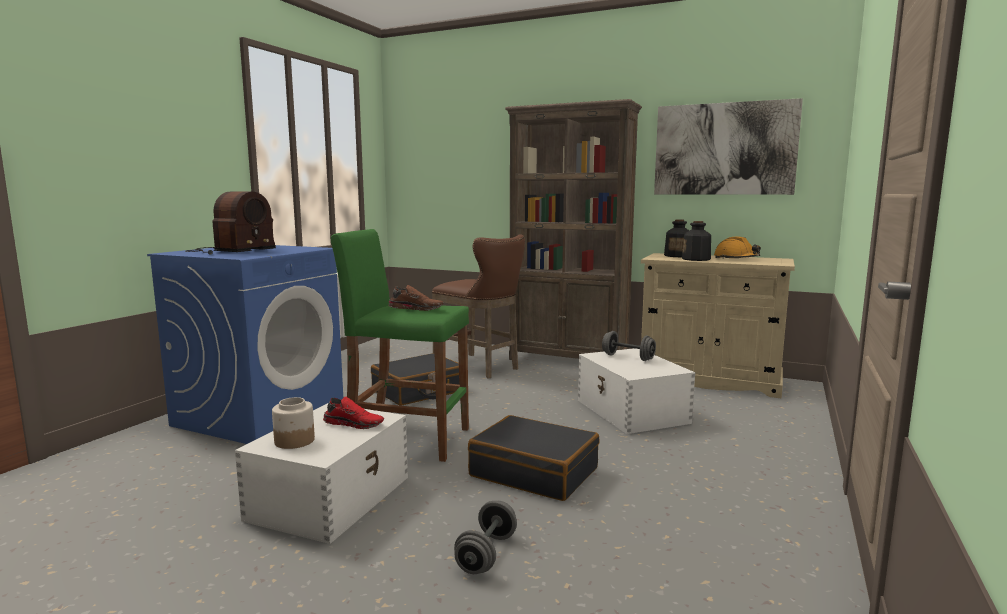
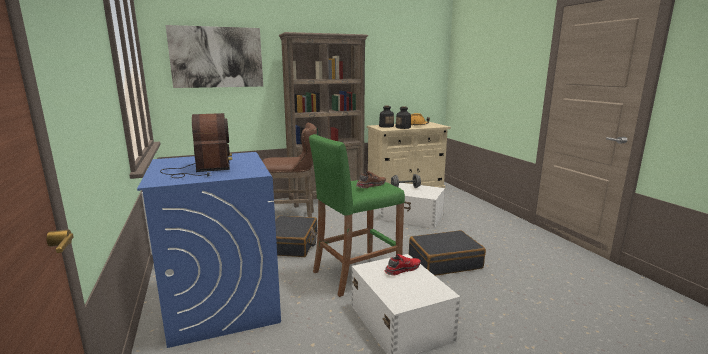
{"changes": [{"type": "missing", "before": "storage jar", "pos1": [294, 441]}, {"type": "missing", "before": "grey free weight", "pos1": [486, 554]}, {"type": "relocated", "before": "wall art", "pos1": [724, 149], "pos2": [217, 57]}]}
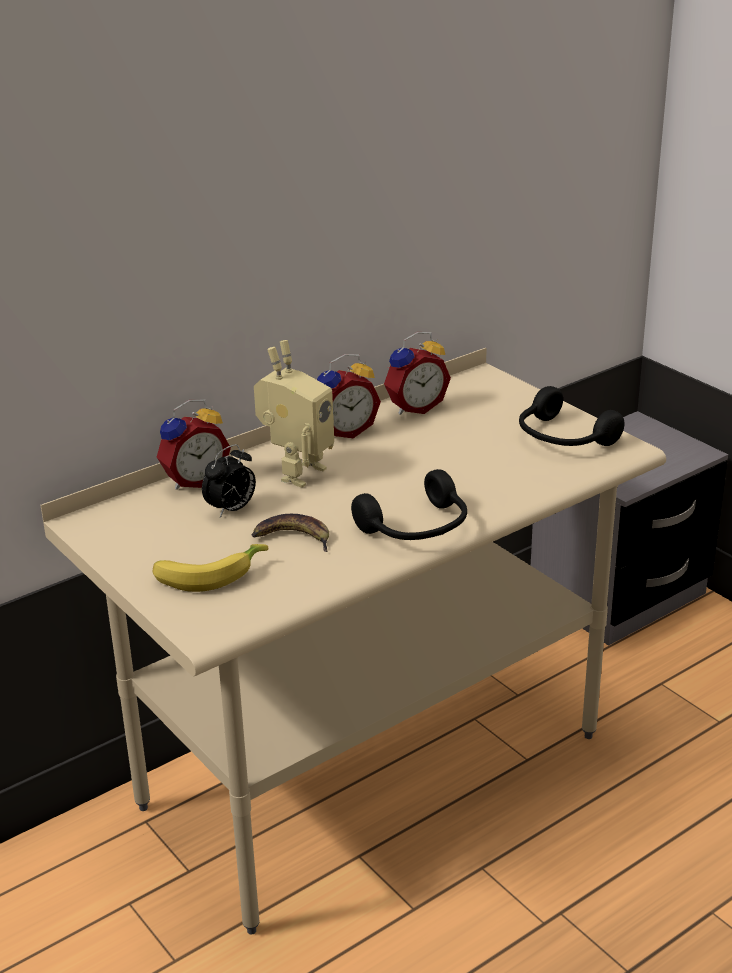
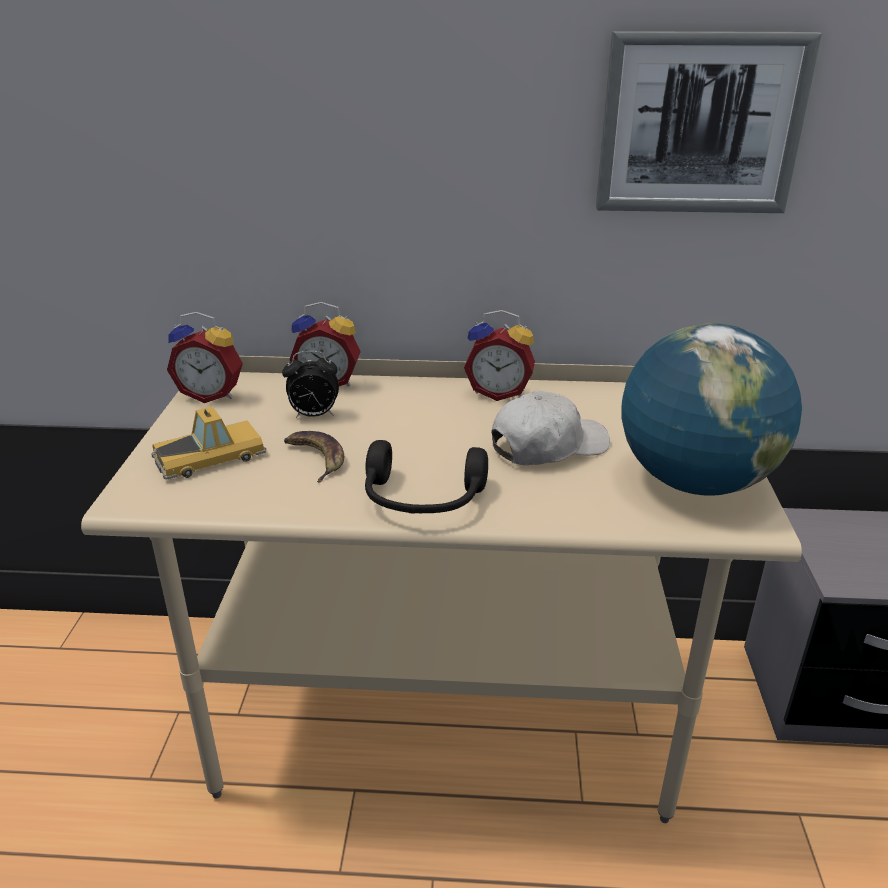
{"changes": [{"type": "missing", "before": "robot figure", "pos1": [296, 472]}, {"type": "appeared", "after": "white cap", "pos2": [548, 446]}, {"type": "appeared", "after": "wall art", "pos2": [700, 124]}, {"type": "relocated", "before": "table clock", "pos1": [414, 407], "pos2": [212, 394]}, {"type": "exchanged", "before": "whole banana", "after": "miniature car", "pos1": [208, 574], "pos2": [212, 456]}, {"type": "exchanged", "before": "black pair of headphones", "after": "desk globe", "pos1": [562, 438], "pos2": [695, 481]}]}
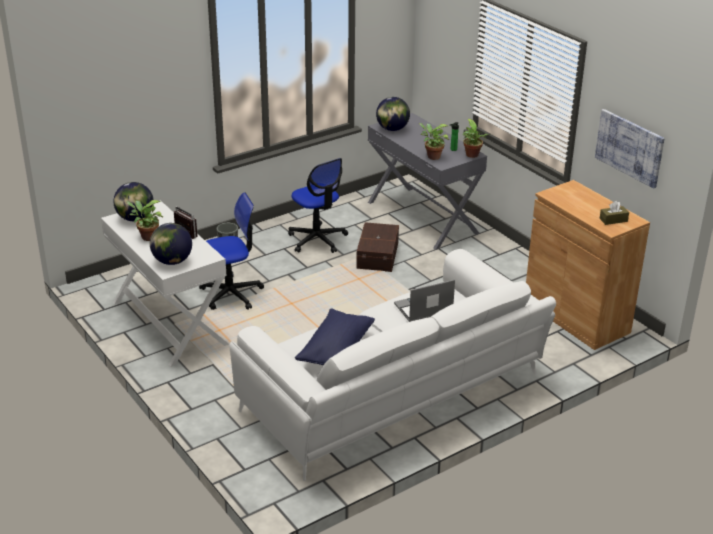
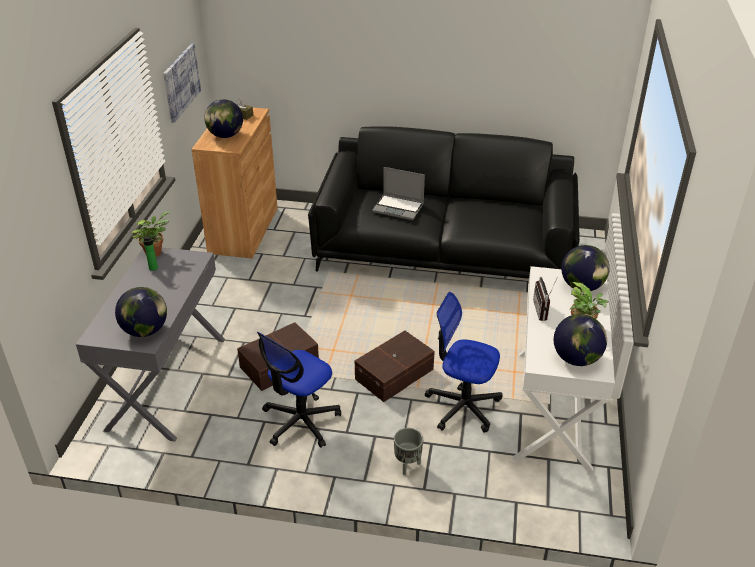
{"changes": [{"type": "missing", "before": "bluish pillow", "pos1": [335, 349]}, {"type": "missing", "before": "potted plant", "pos1": [432, 157]}, {"type": "appeared", "after": "desk globe", "pos2": [225, 135]}, {"type": "appeared", "after": "brown storage box", "pos2": [395, 374]}, {"type": "colour", "before": "white settee", "after": "black settee", "pos1": [393, 395], "pos2": [445, 251]}, {"type": "spun", "before": "computer chair", "pos1": [317, 239], "pos2": [300, 421], "turn": -150}]}
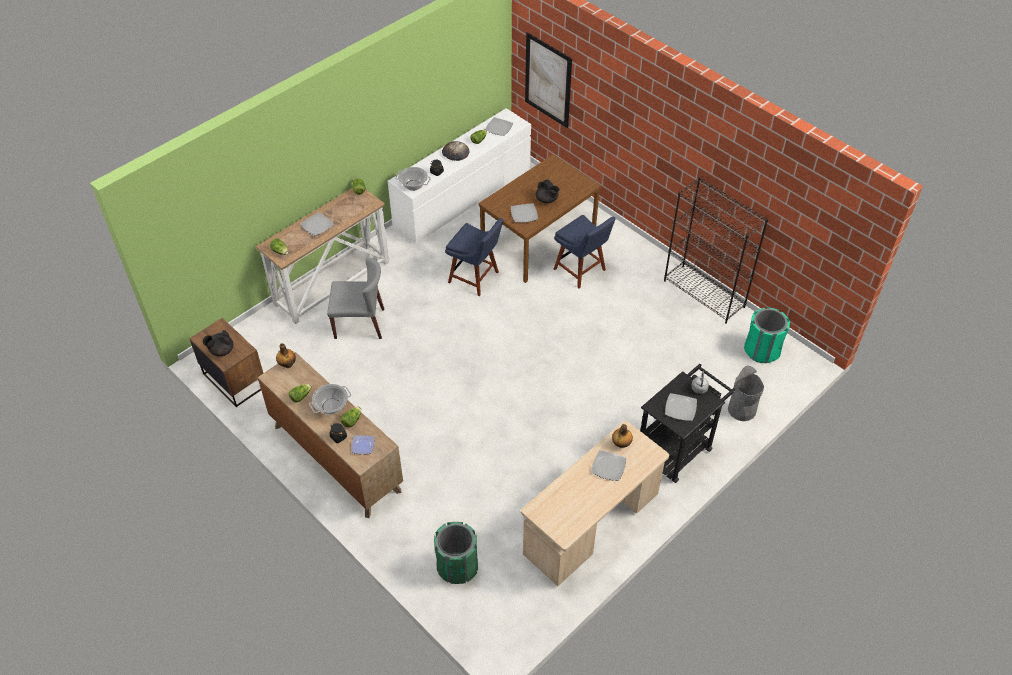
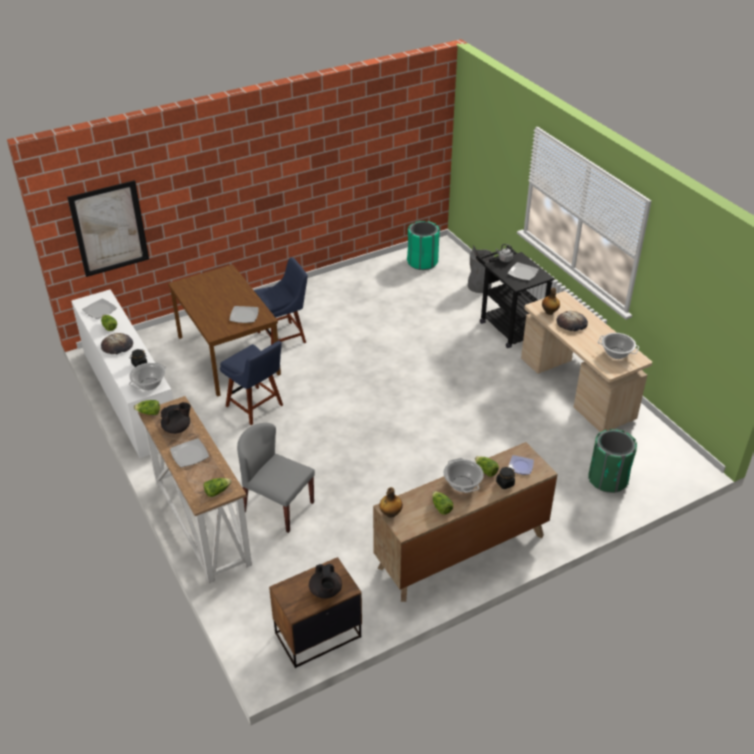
{"changes": [{"type": "missing", "before": "black shelving unit", "pos1": [704, 294]}, {"type": "appeared", "after": "cooking pot", "pos2": [616, 353]}, {"type": "relocated", "before": "black pot for tea", "pos1": [547, 200], "pos2": [177, 428]}, {"type": "exchanged", "before": "dinner plate", "after": "baked bread", "pos1": [608, 467], "pos2": [572, 323]}, {"type": "spun", "before": "grey chair", "pos1": [360, 323], "pos2": [277, 507], "turn": -75}, {"type": "spun", "before": "bluish chair", "pos1": [475, 278], "pos2": [256, 407], "turn": 90}]}
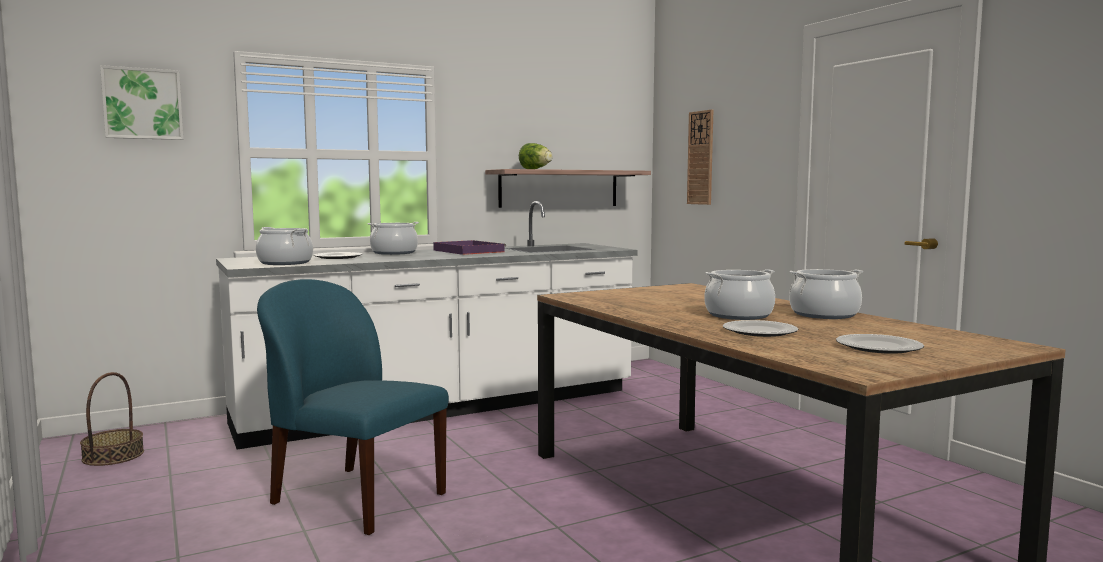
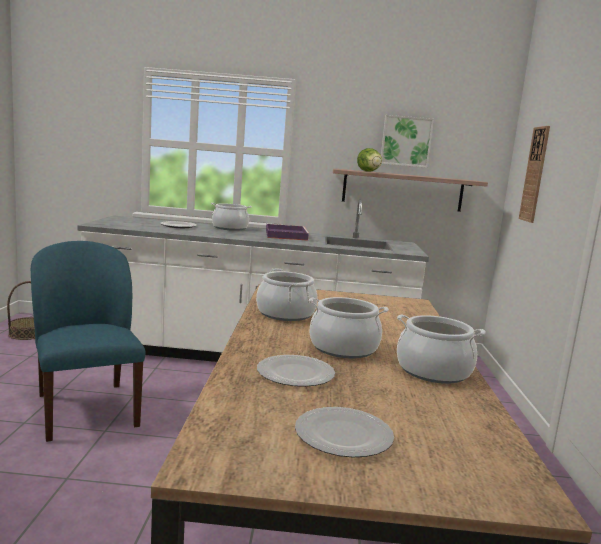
{"changes": [{"type": "relocated", "before": "wall art", "pos1": [142, 104], "pos2": [406, 141]}, {"type": "relocated", "before": "cooking pot", "pos1": [285, 263], "pos2": [285, 314]}]}
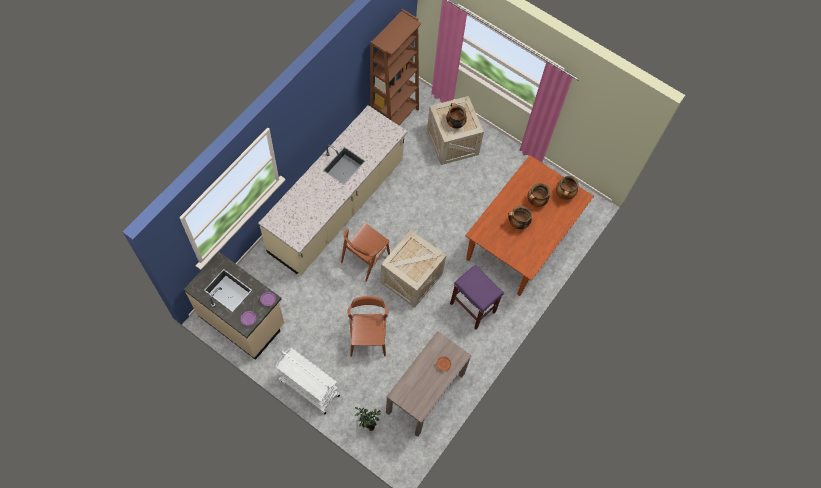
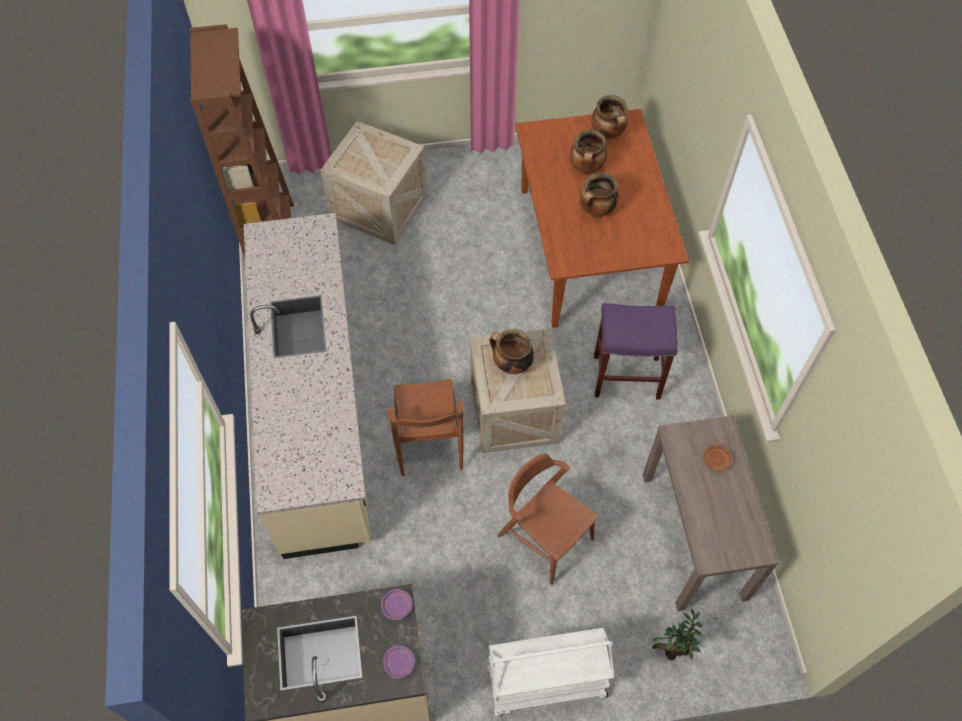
{"changes": [{"type": "relocated", "before": "cooking pot", "pos1": [455, 123], "pos2": [511, 365]}]}
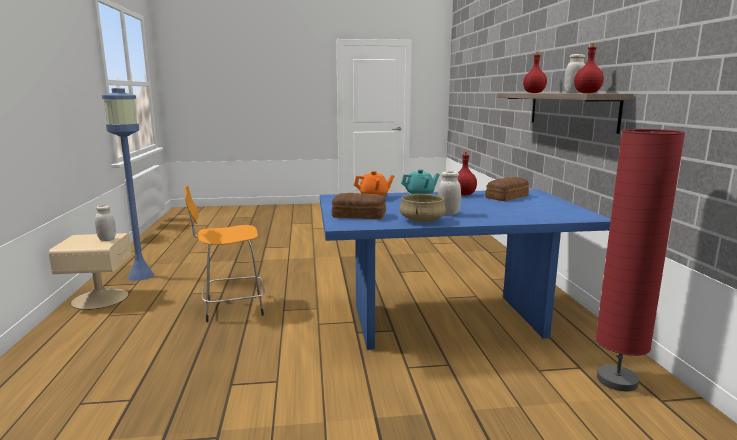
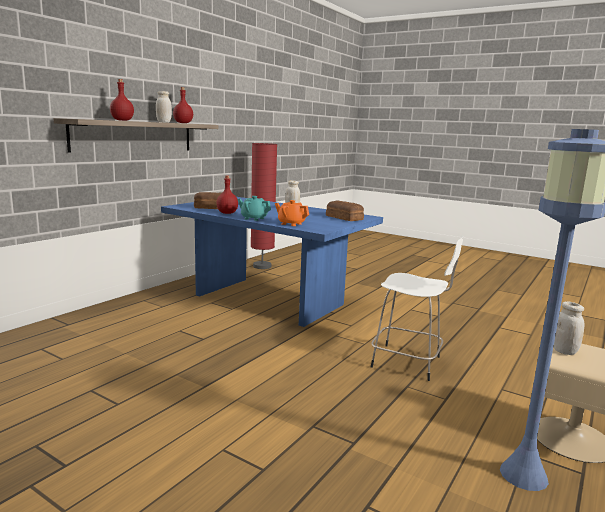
{"changes": [{"type": "missing", "before": "beige cooking pot", "pos1": [421, 220]}, {"type": "colour", "before": "orange stool", "after": "white stool", "pos1": [231, 307], "pos2": [409, 362]}]}
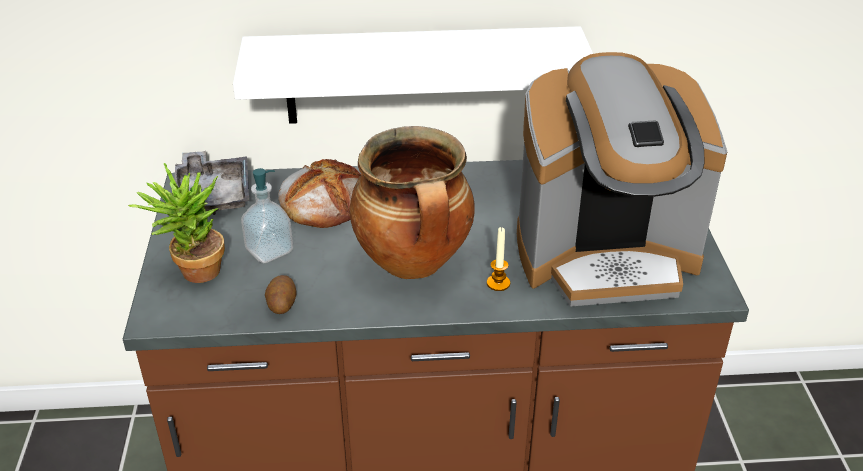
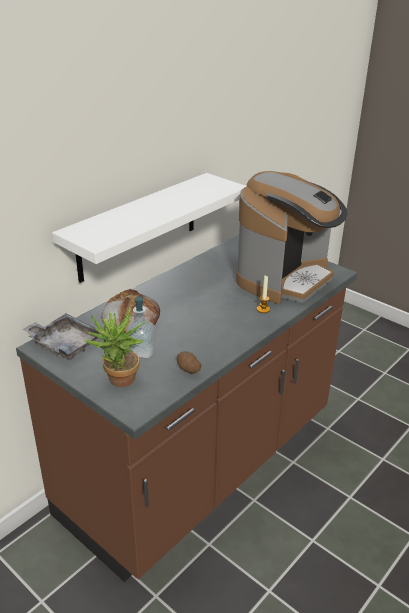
{"changes": [{"type": "missing", "before": "cooking pot", "pos1": [415, 264]}]}
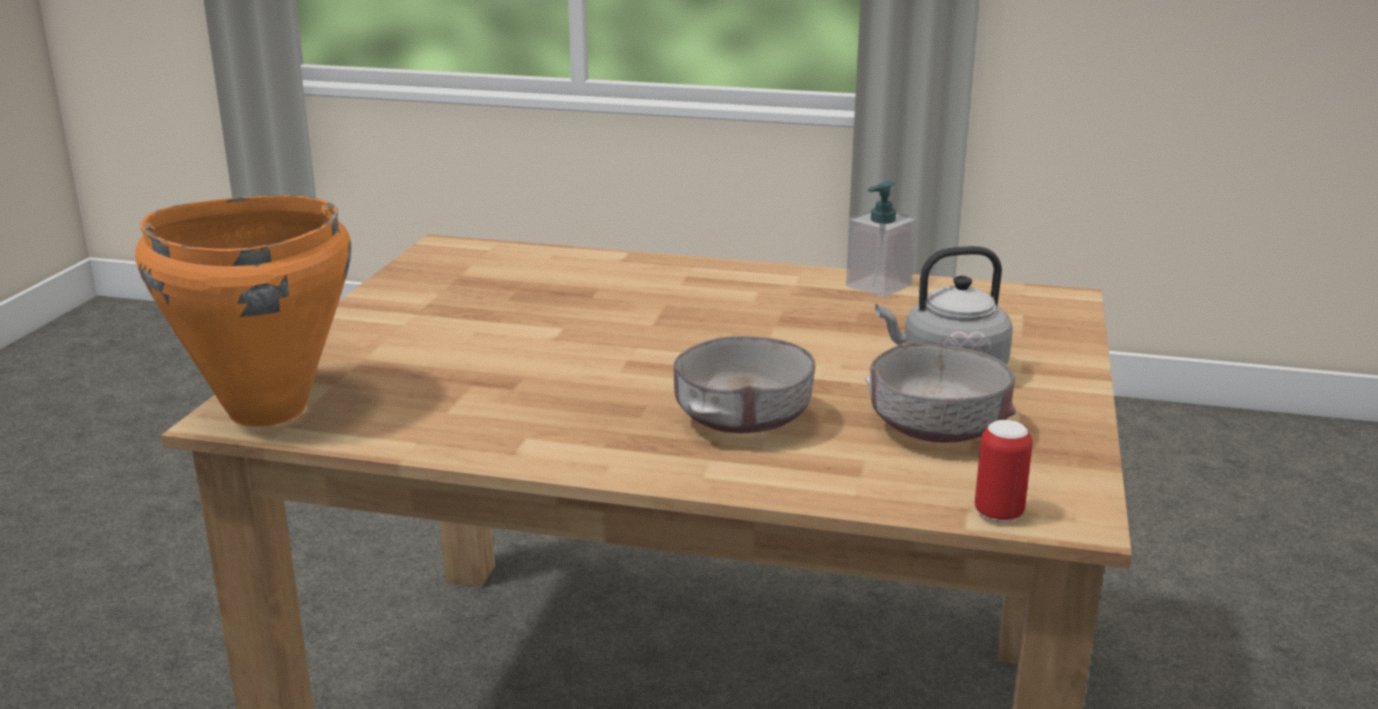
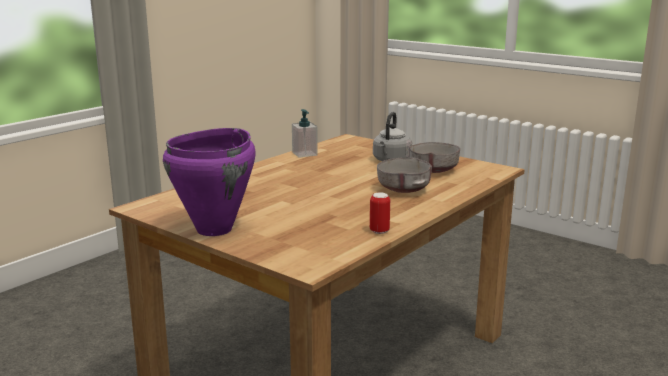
{"changes": [{"type": "missing", "before": "orange cooking pot", "pos1": [265, 409]}, {"type": "appeared", "after": "purple cooking pot", "pos2": [215, 229]}, {"type": "relocated", "before": "metal can", "pos1": [998, 513], "pos2": [379, 231]}]}
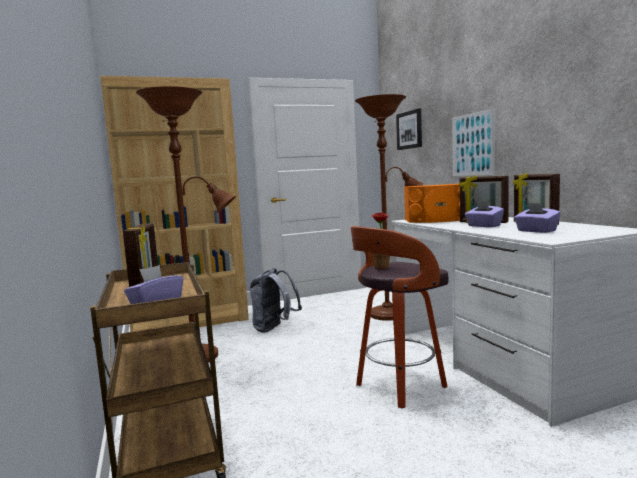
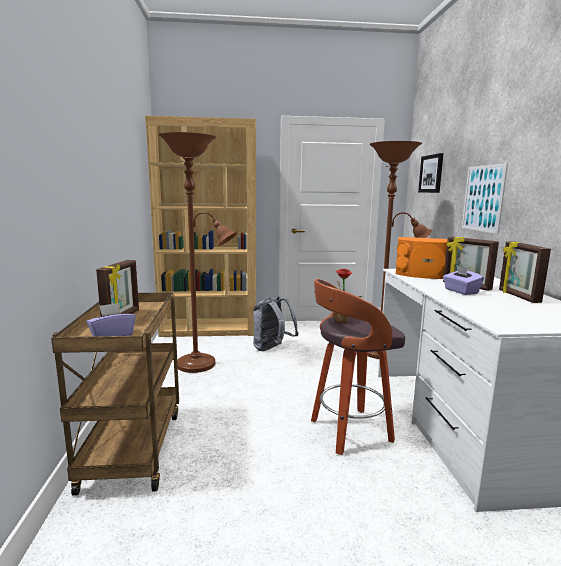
{"changes": [{"type": "missing", "before": "purple box of tissues", "pos1": [536, 231]}]}
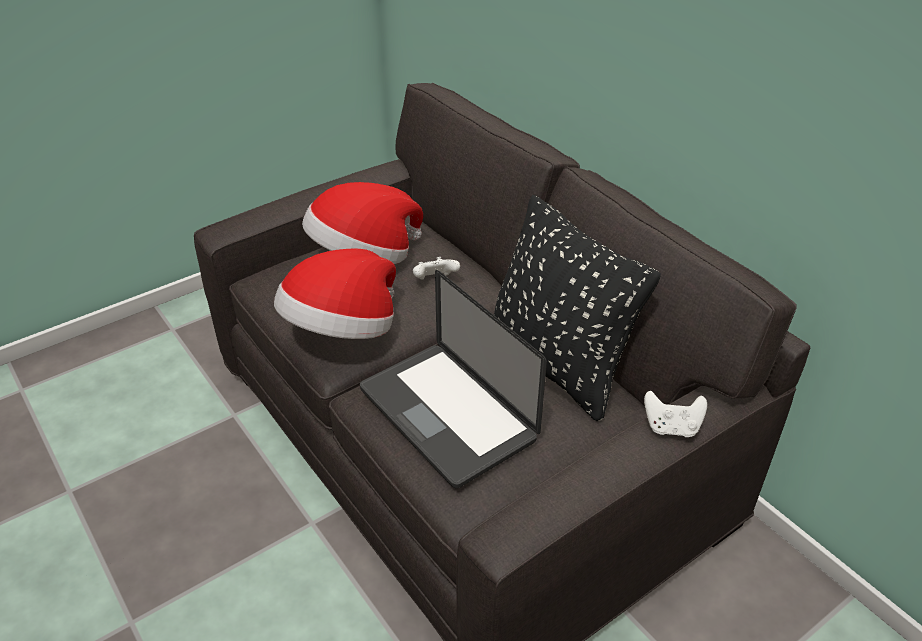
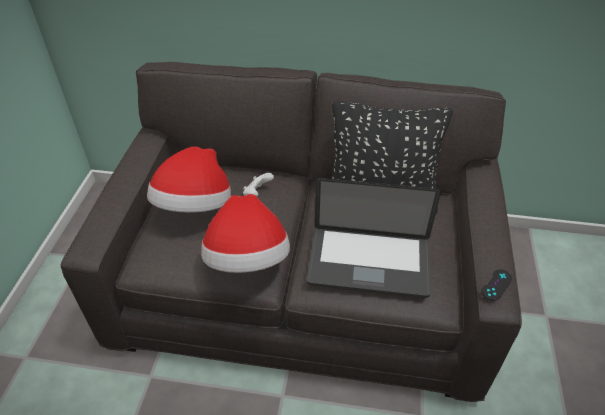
{"changes": [{"type": "missing", "before": "white gamepad", "pos1": [671, 427]}, {"type": "appeared", "after": "black gamepad", "pos2": [496, 285]}]}
